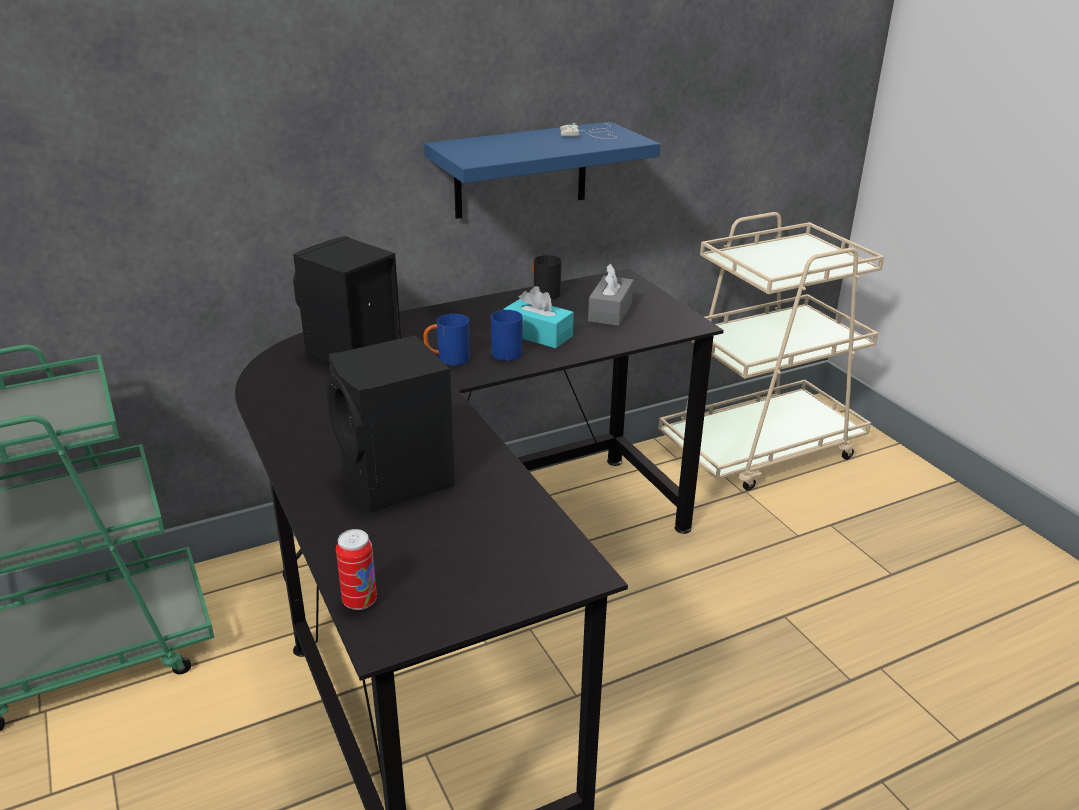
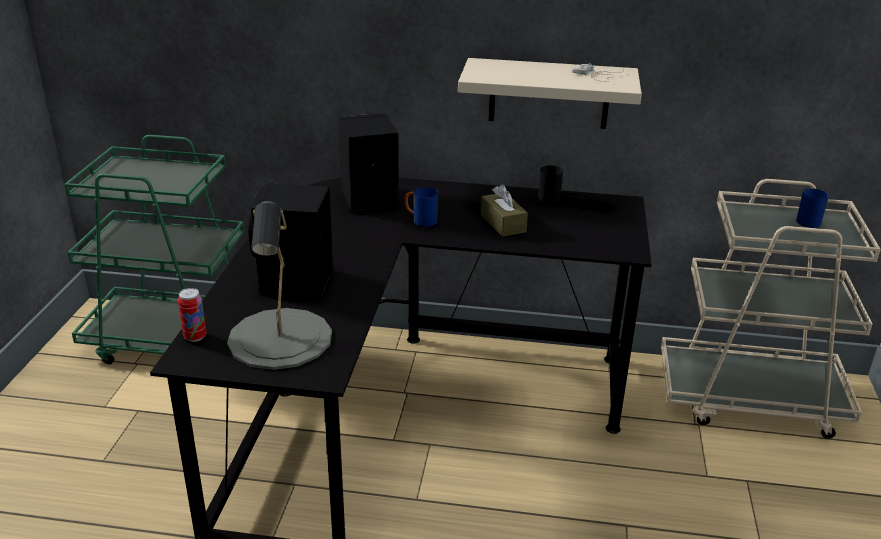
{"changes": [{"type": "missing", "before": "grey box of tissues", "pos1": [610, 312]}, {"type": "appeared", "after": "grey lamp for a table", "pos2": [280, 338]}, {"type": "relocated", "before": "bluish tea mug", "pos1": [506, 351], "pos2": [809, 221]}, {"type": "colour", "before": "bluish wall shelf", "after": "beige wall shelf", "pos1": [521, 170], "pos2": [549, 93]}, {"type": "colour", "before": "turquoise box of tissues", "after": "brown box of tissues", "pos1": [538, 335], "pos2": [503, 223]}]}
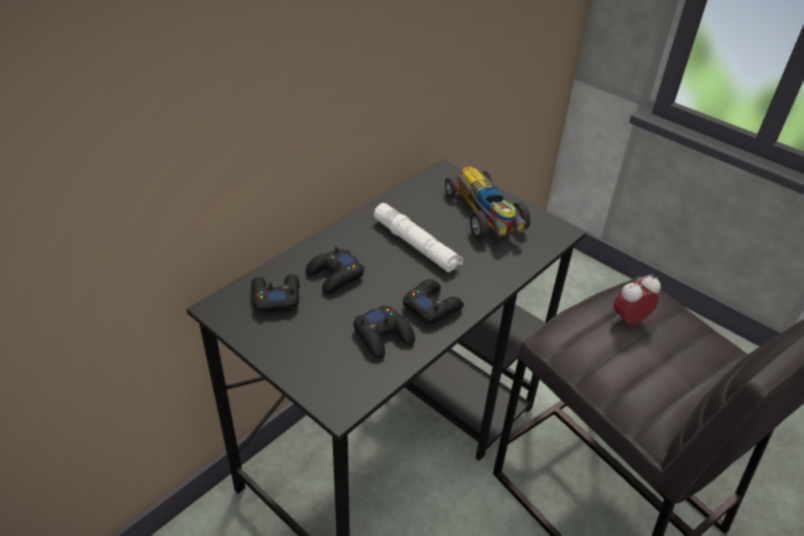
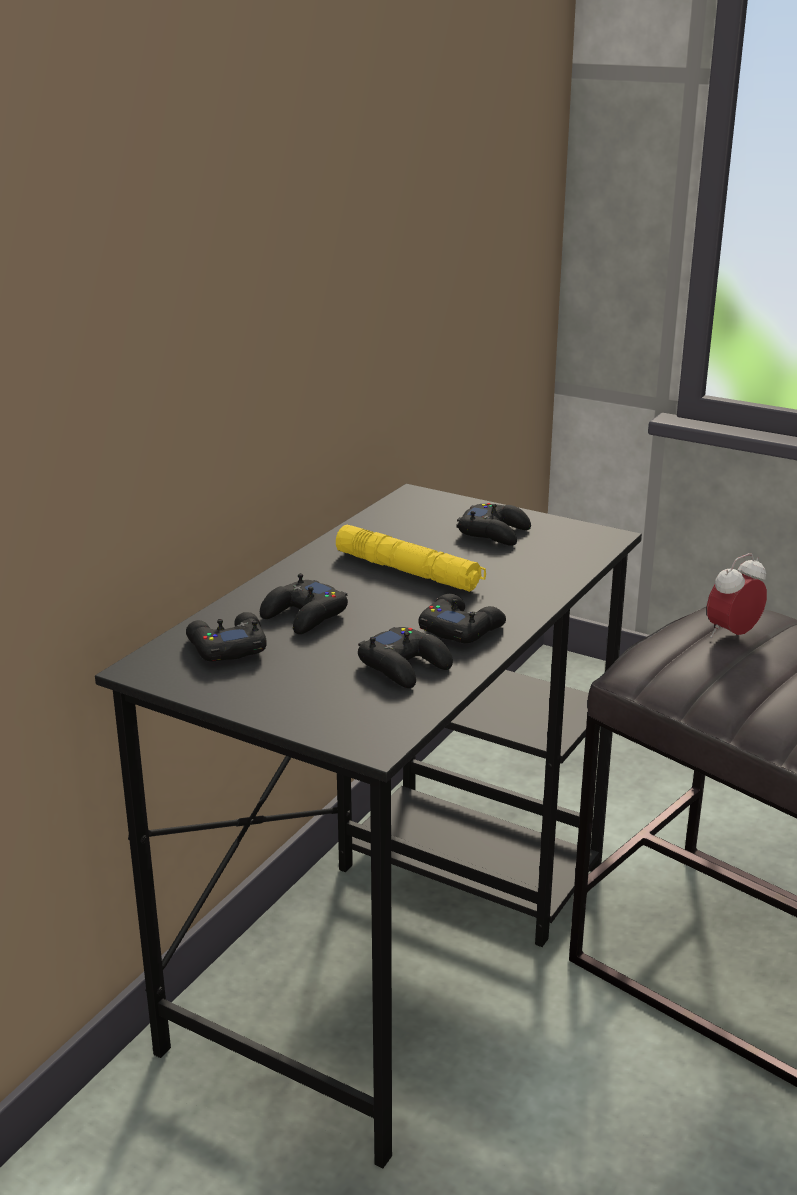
{"changes": [{"type": "exchanged", "before": "miniature car", "after": "black gamepad", "pos1": [485, 216], "pos2": [494, 532]}, {"type": "colour", "before": "white hand torch", "after": "yellow hand torch", "pos1": [416, 245], "pos2": [408, 572]}]}
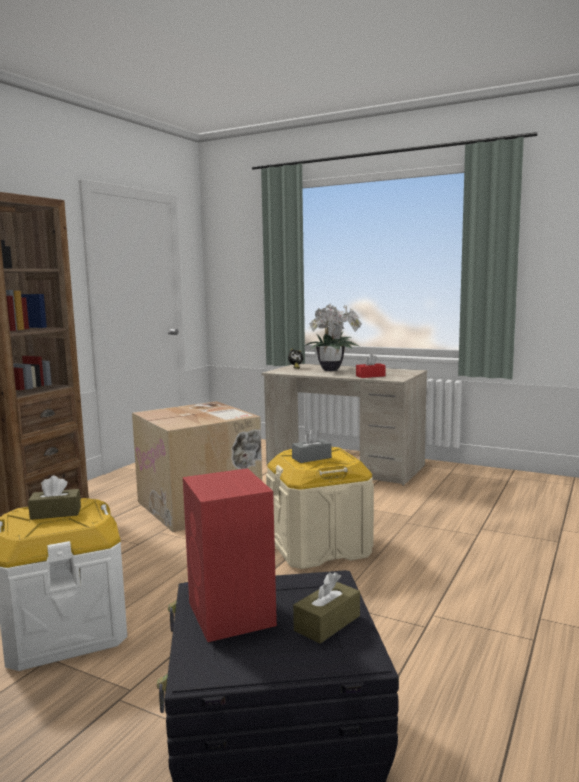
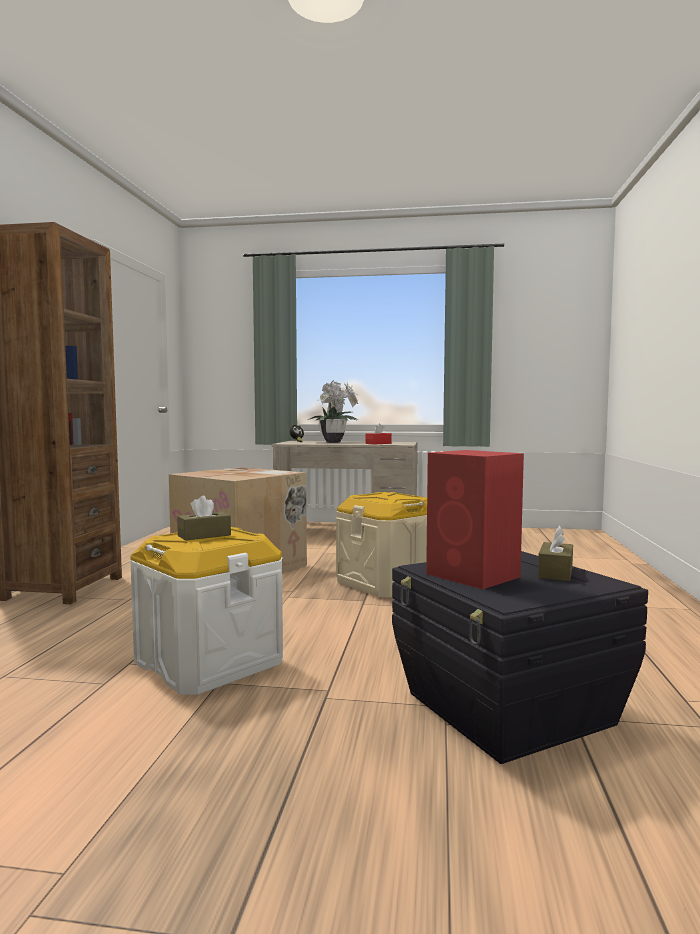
{"changes": [{"type": "missing", "before": "grey box of tissues", "pos1": [311, 458]}]}
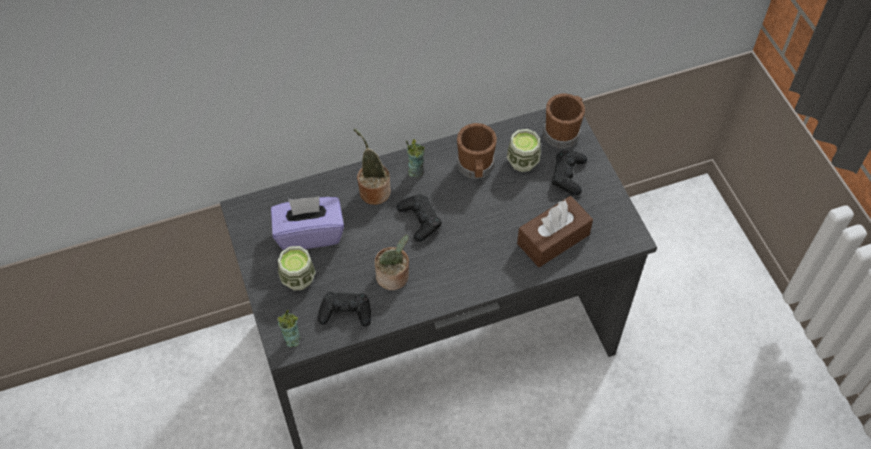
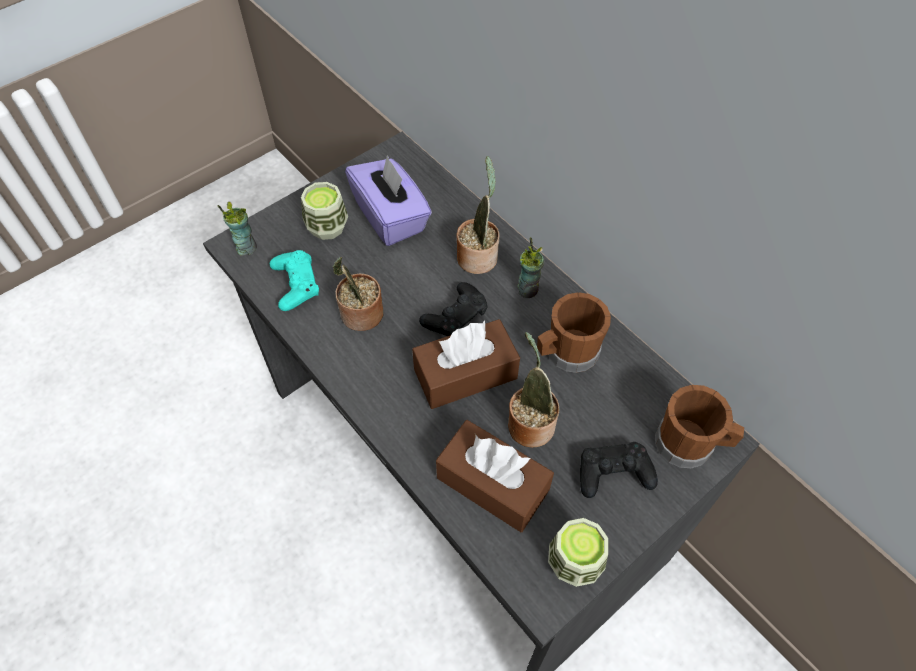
{"changes": [{"type": "appeared", "after": "brown box of tissues", "pos2": [465, 374]}, {"type": "appeared", "after": "potted plant", "pos2": [529, 423]}, {"type": "relocated", "before": "cup", "pos1": [522, 161], "pos2": [574, 561]}, {"type": "colour", "before": "black gamepad", "after": "turquoise gamepad", "pos1": [346, 312], "pos2": [296, 284]}]}
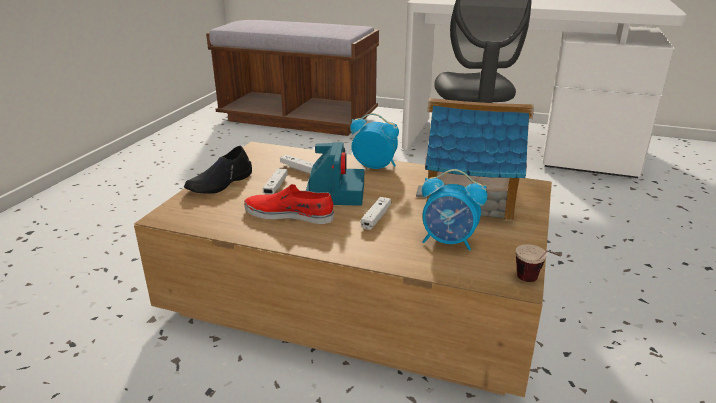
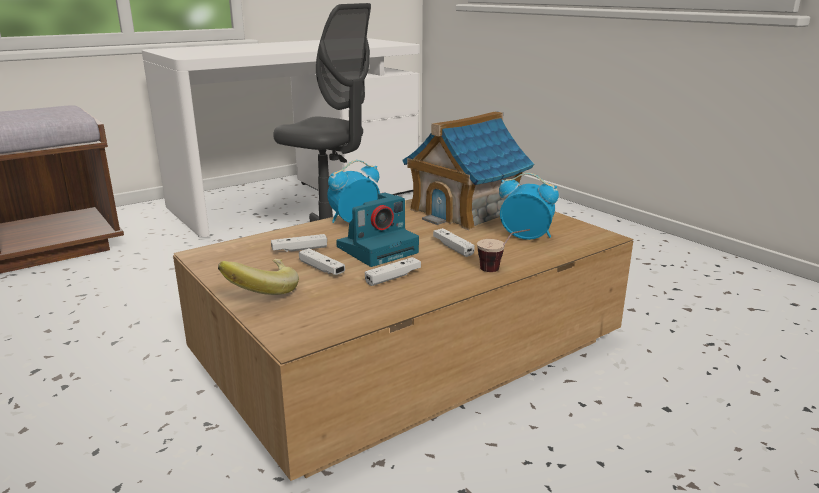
{"changes": [{"type": "relocated", "before": "cup", "pos1": [534, 283], "pos2": [501, 270]}, {"type": "exchanged", "before": "black low shoe", "after": "whole banana", "pos1": [220, 183], "pos2": [261, 292]}, {"type": "exchanged", "before": "red low shoe", "after": "white gamepad", "pos1": [289, 214], "pos2": [393, 277]}, {"type": "spun", "before": "photo camera", "pos1": [334, 192], "pos2": [378, 249], "turn": 105}, {"type": "spun", "before": "table clock", "pos1": [449, 242], "pos2": [526, 237], "turn": -120}]}
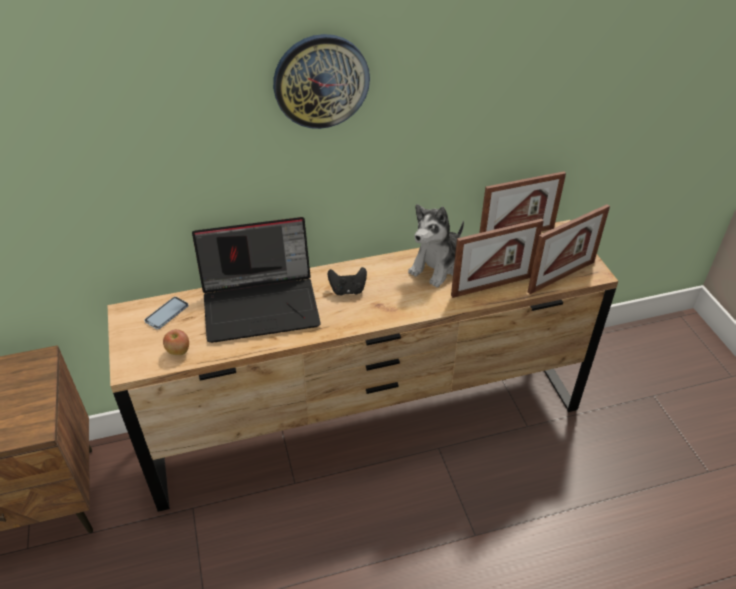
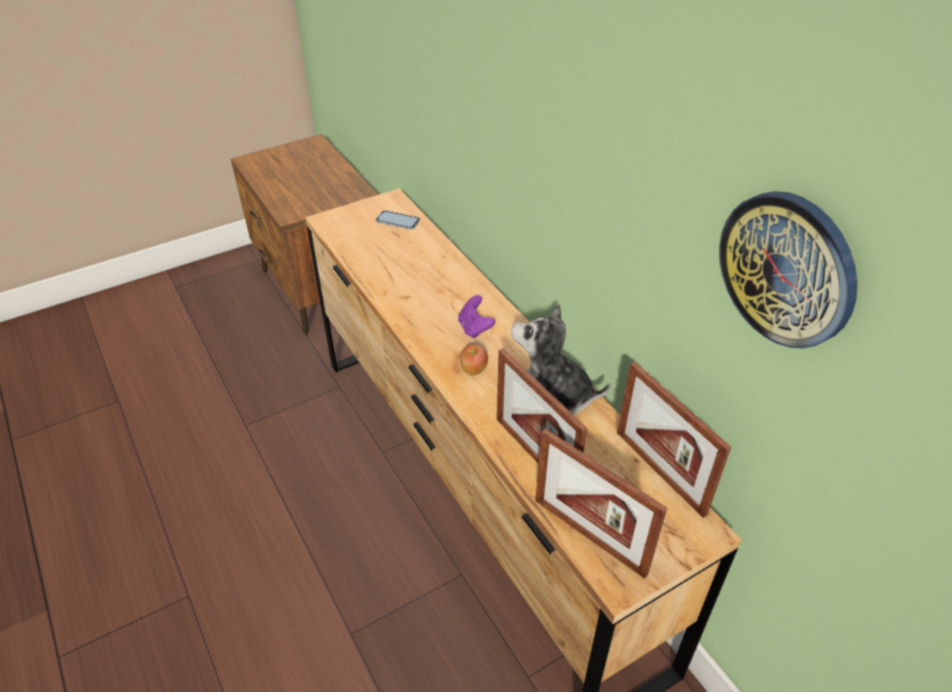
{"changes": [{"type": "missing", "before": "portable computer", "pos1": [262, 304]}, {"type": "relocated", "before": "apple", "pos1": [178, 351], "pos2": [473, 370]}, {"type": "relocated", "before": "hanging clock", "pos1": [321, 81], "pos2": [787, 269]}, {"type": "colour", "before": "black gamepad", "after": "purple gamepad", "pos1": [348, 290], "pos2": [475, 328]}]}
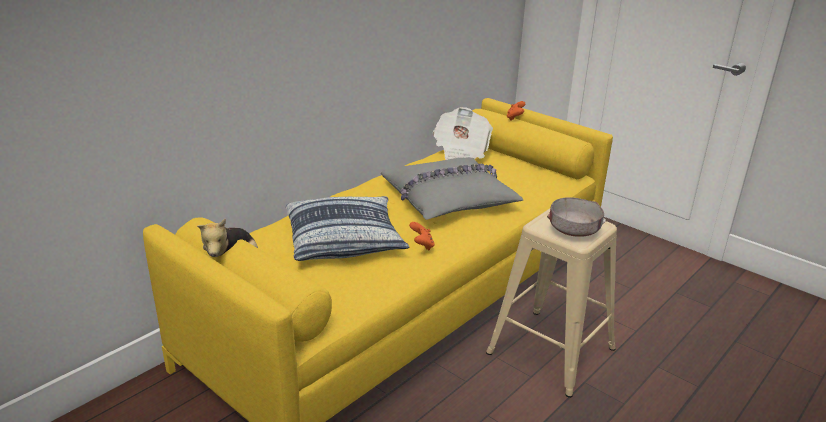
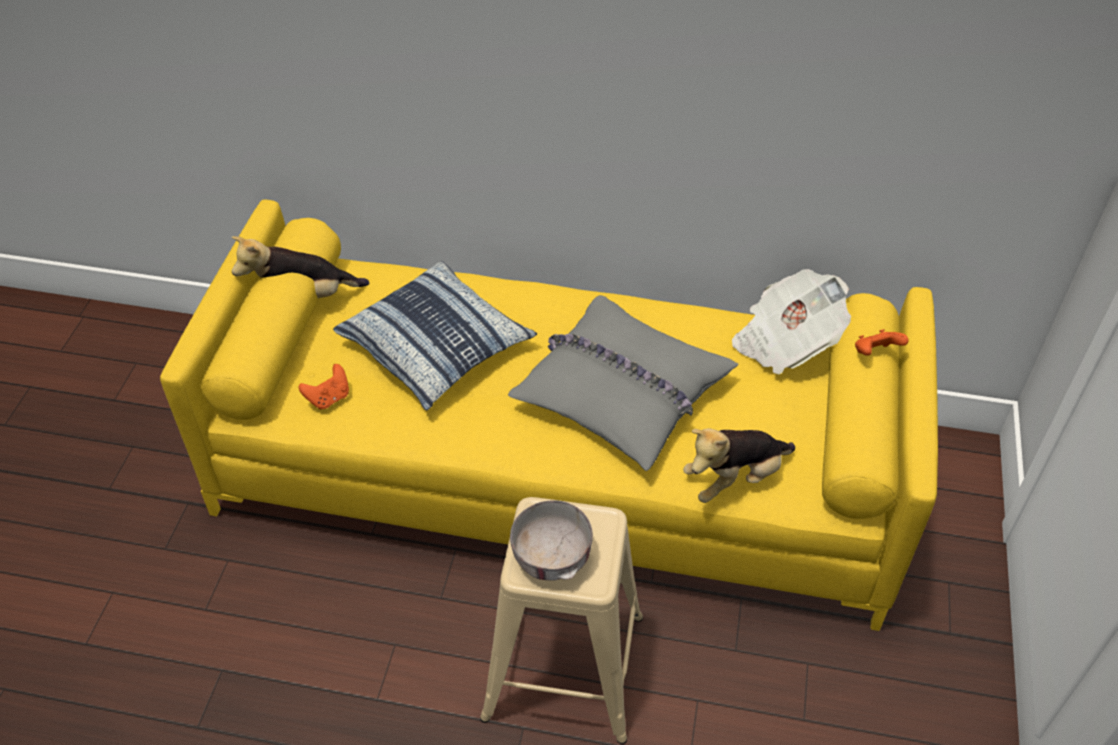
{"changes": [{"type": "appeared", "after": "cuddly toy", "pos2": [734, 479]}, {"type": "relocated", "before": "orange gamepad", "pos1": [422, 245], "pos2": [329, 398]}]}
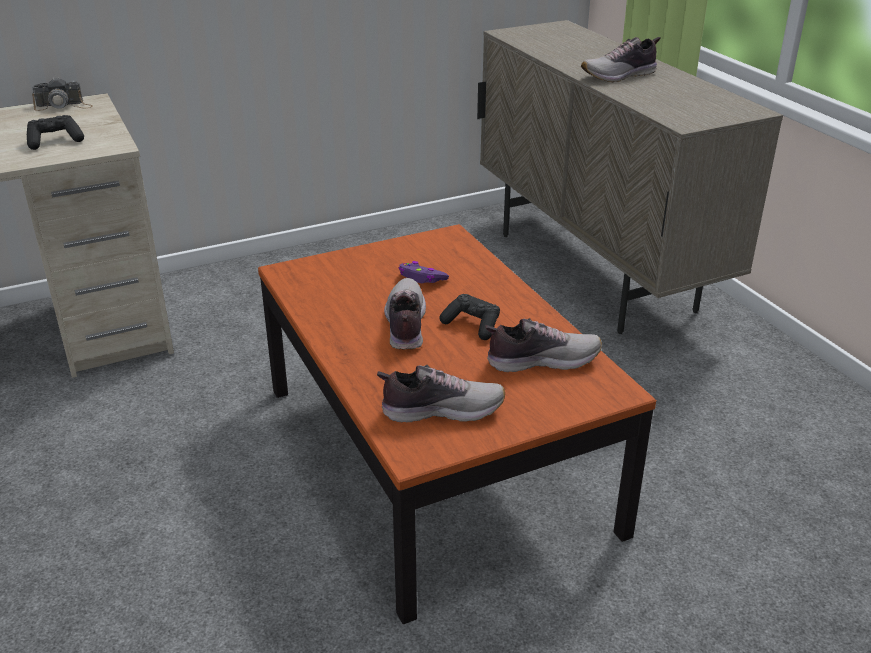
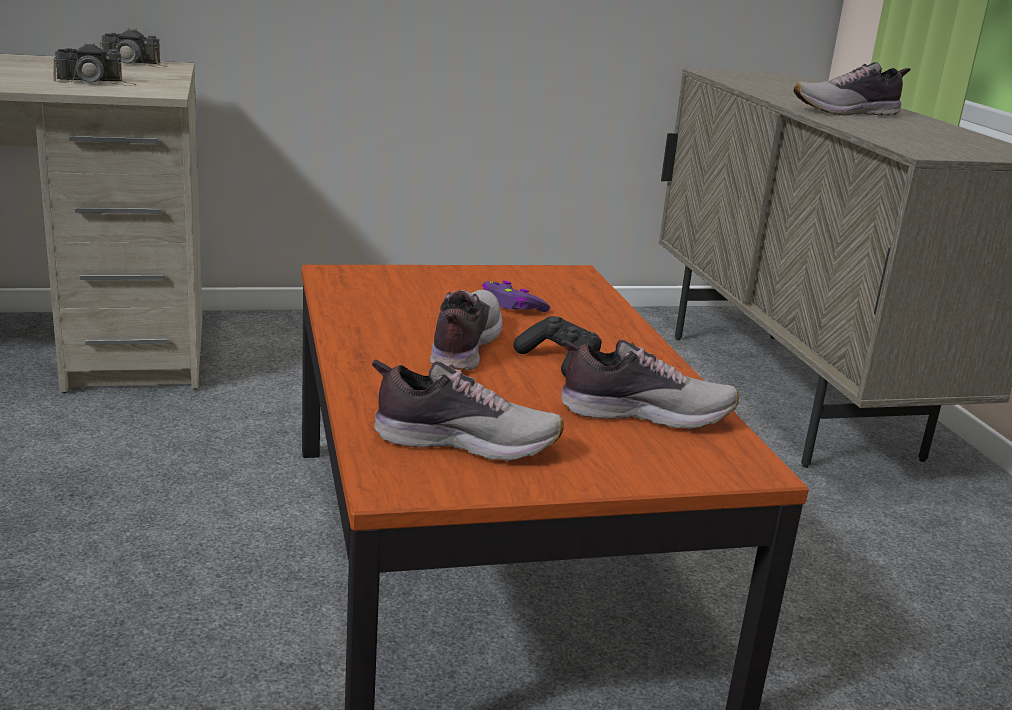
{"changes": [{"type": "exchanged", "before": "black gamepad", "after": "photo camera", "pos1": [55, 141], "pos2": [95, 81]}]}
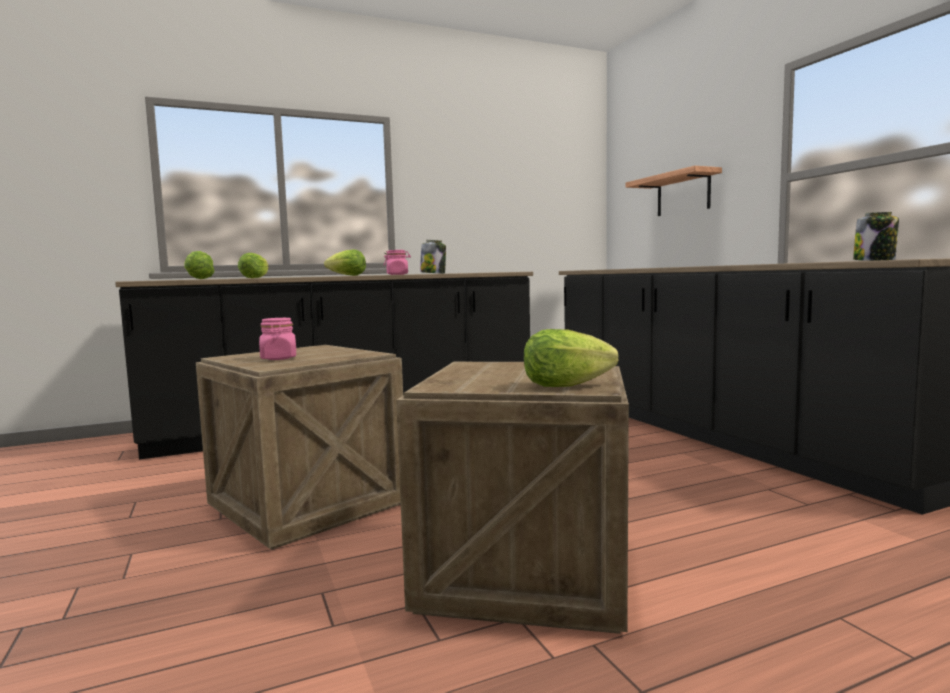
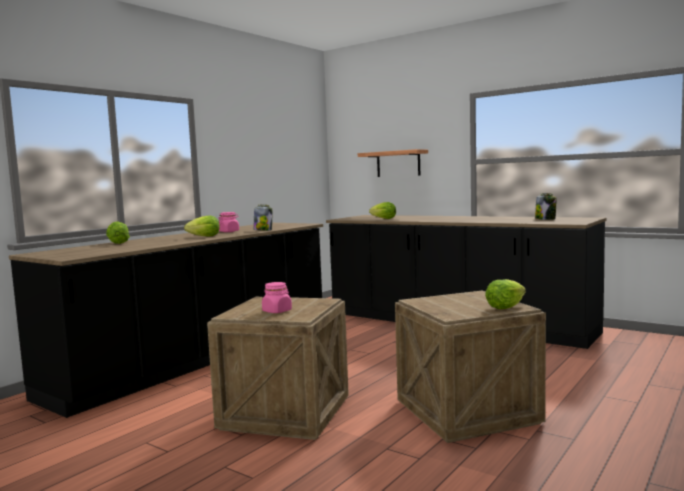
{"changes": [{"type": "relocated", "before": "head of lettuce", "pos1": [198, 279], "pos2": [384, 219]}]}
